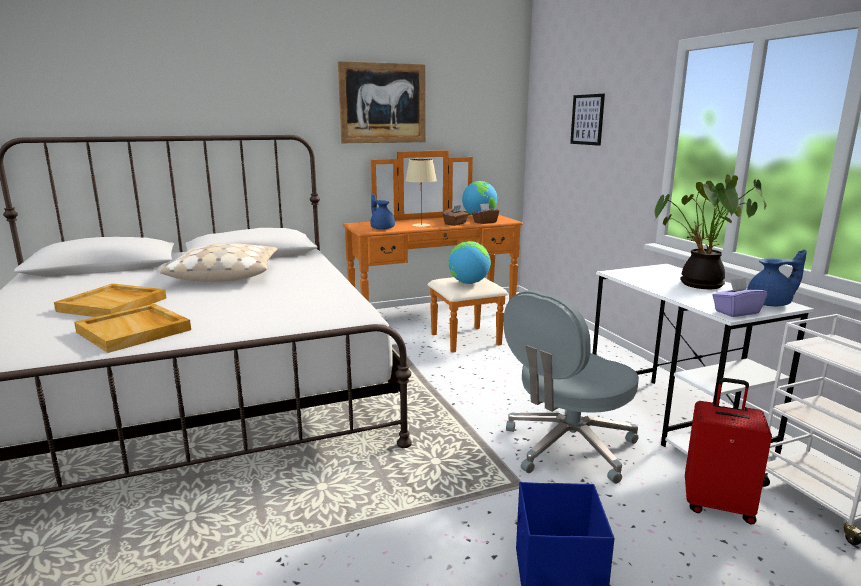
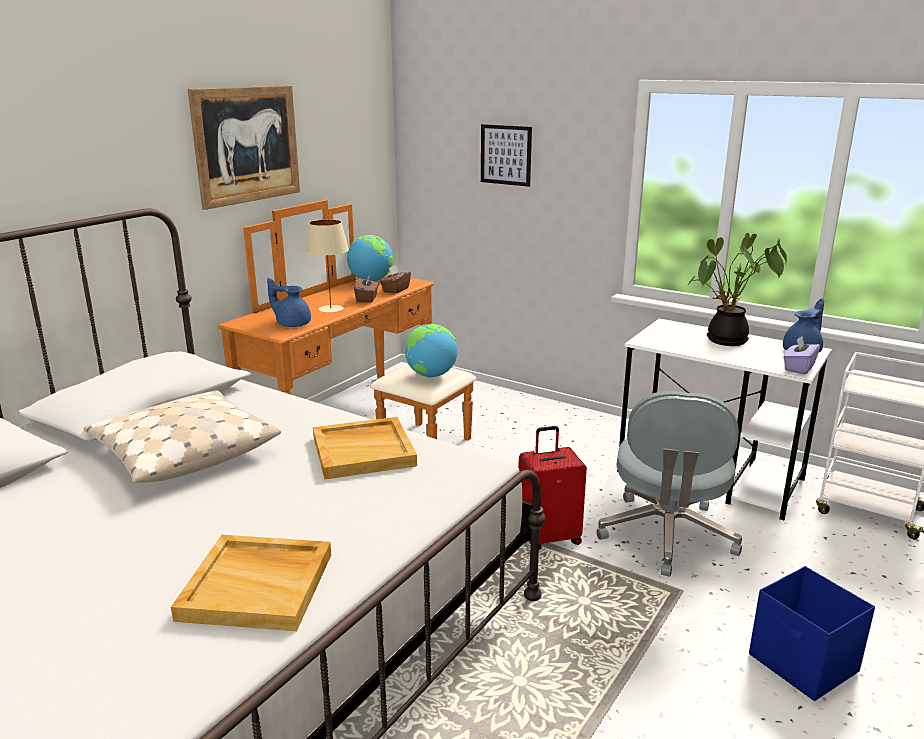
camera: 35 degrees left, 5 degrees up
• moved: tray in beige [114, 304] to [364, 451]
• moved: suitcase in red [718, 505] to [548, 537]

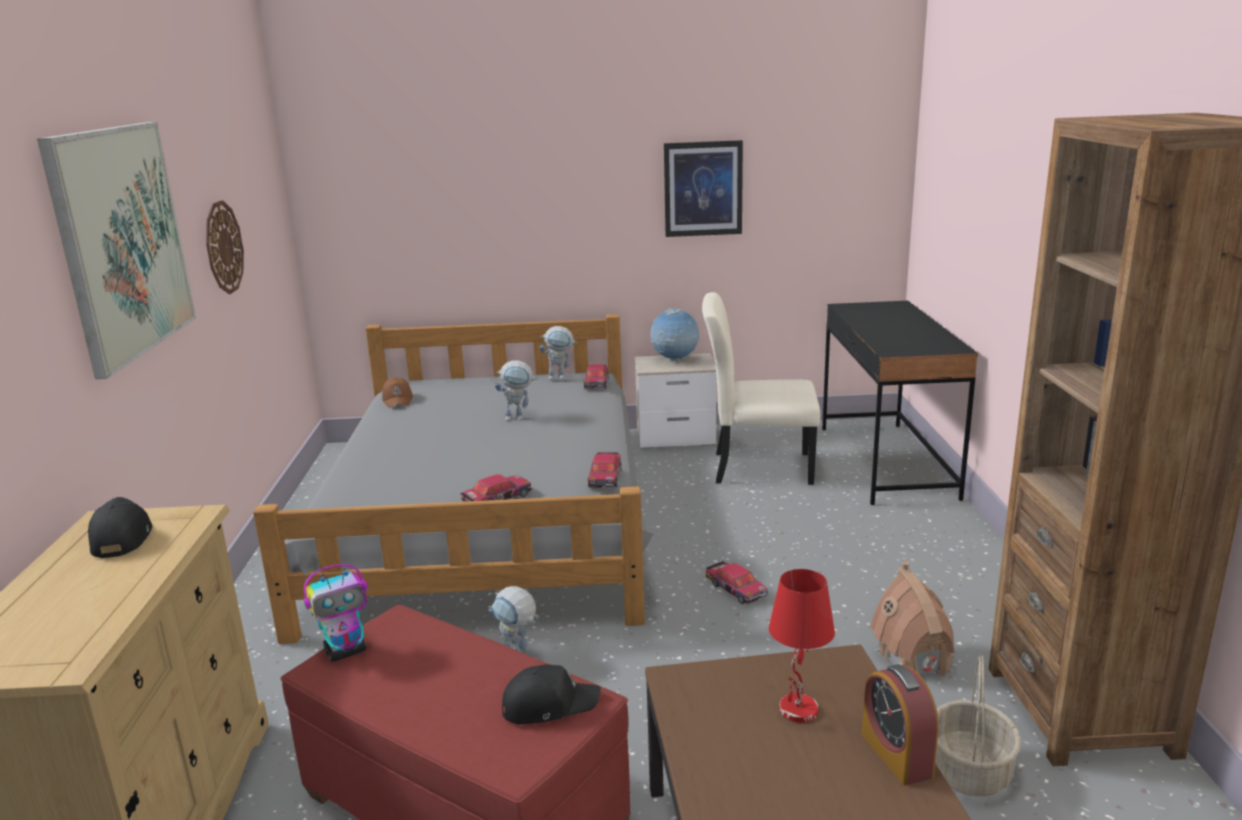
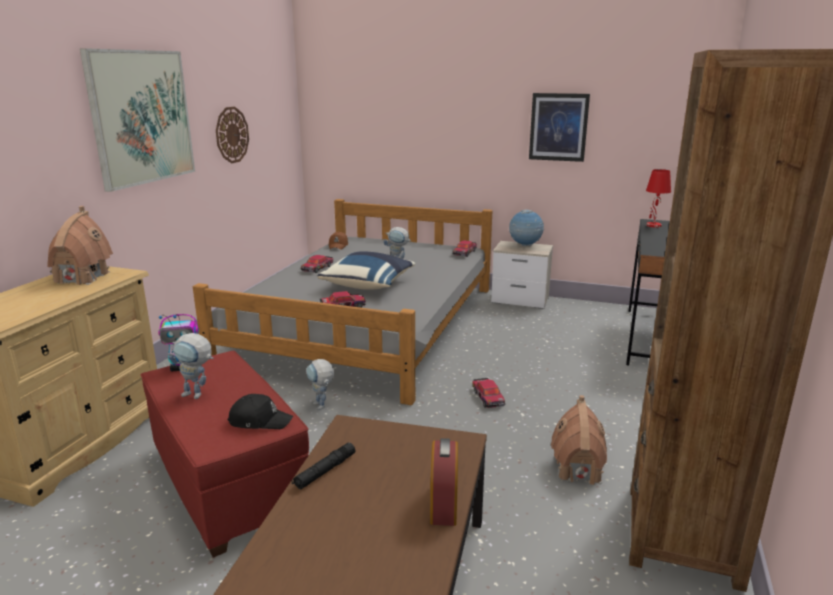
camera: 20 degrees right, 0 degrees up
• replaced: cap in black [121, 538] to toy house [81, 277]
• moved: toy robot [560, 377] to [198, 395]
• added: flashlight in black [325, 471]
• moved: toy car [605, 477] to [318, 268]
• added: pillow in blue [369, 285]
• moved: table lamp in red [798, 711] to [653, 225]
• removed: chair in beige [757, 468]
• removed: basket [970, 772]

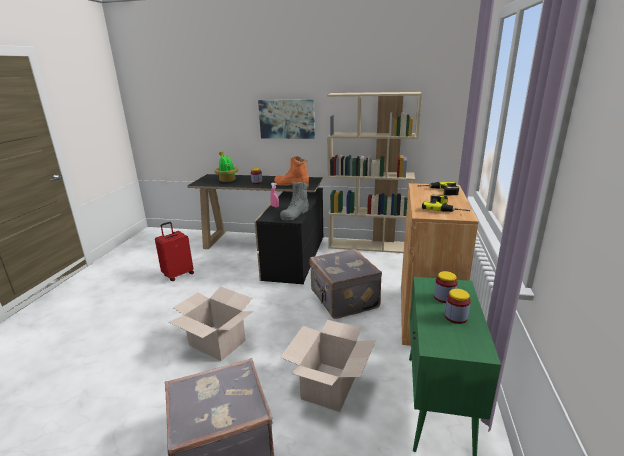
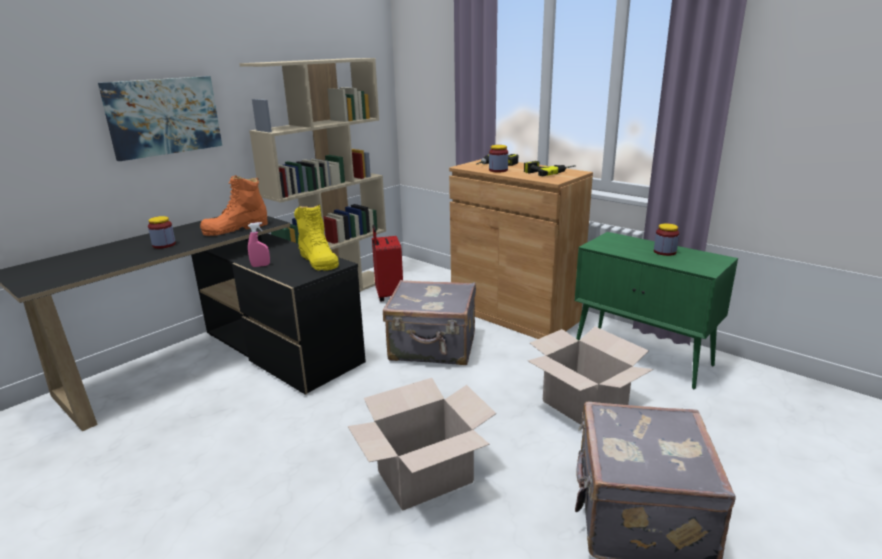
camera: 60 degrees left, 0 degrees up
• recoloured: boot in grey [295, 214] to boot in yellow [318, 260]
• moved: suitcase in red [178, 275] to [388, 295]
• moved: jar [444, 297] to [498, 170]
• removed: potted plant [227, 180]

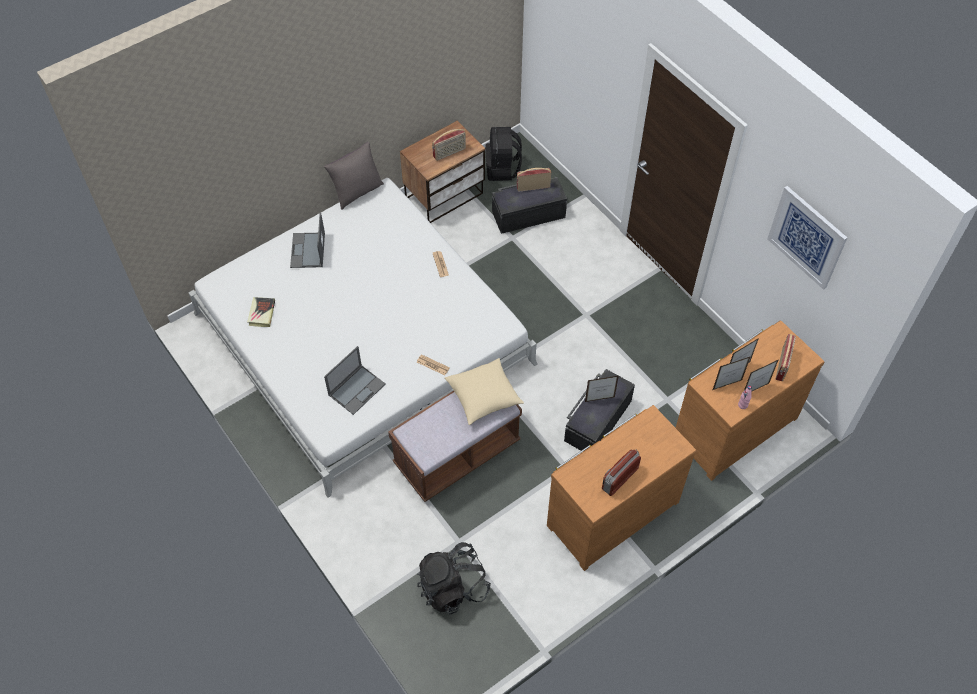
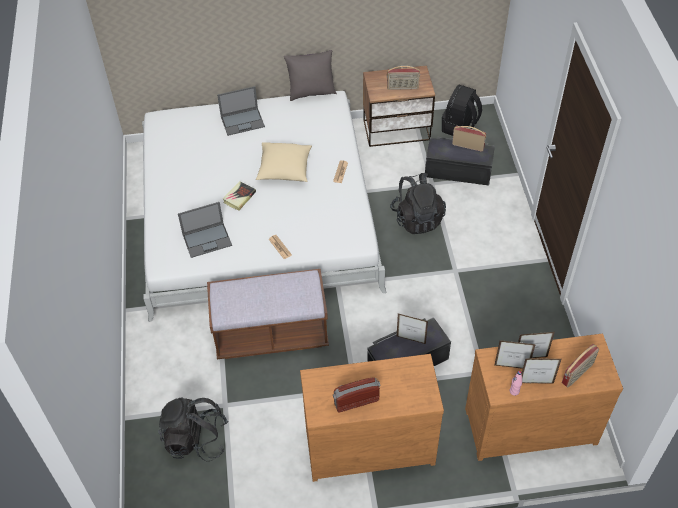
camera: 30 degrees right, 5 degrees down
• turned: laptop [308, 251] = [243, 121] 135 degrees counterclockwise
• moved: book [262, 313] to [239, 197]
• moved: pillow in beige [484, 397] to [284, 170]
• added: backpack in black [417, 218]
• removed: picture [807, 237]

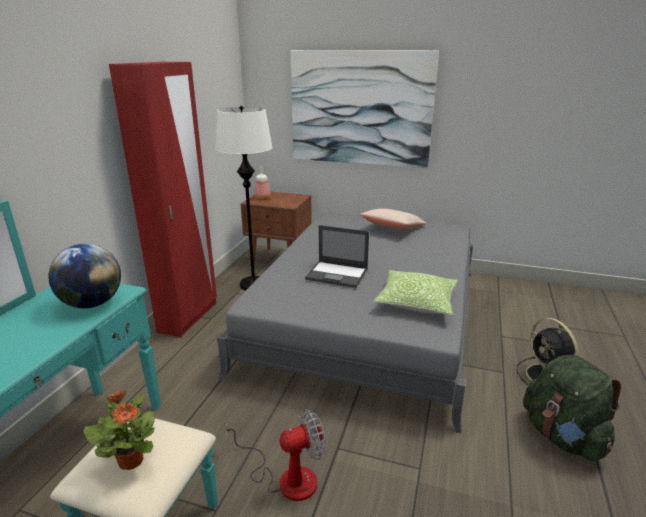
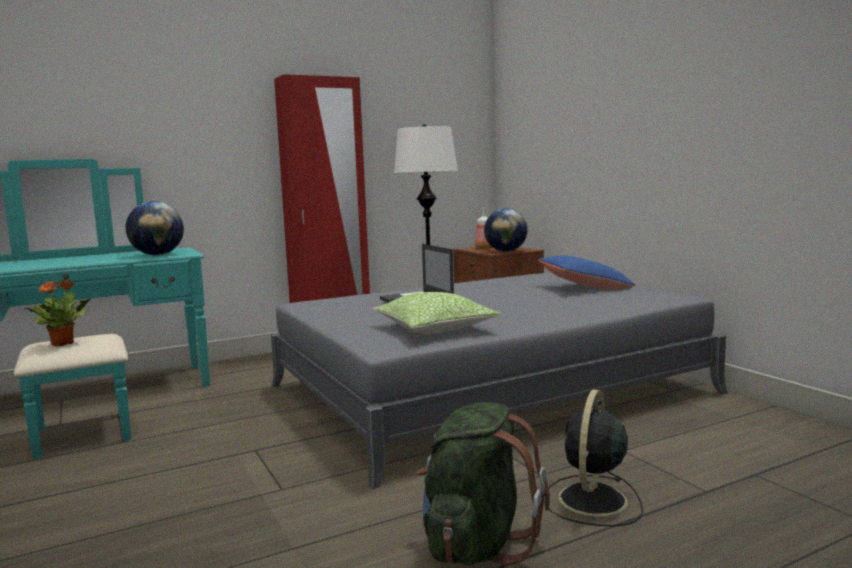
camera: 45 degrees right, 15 degrees down
• added: globe [506, 251]
• recoloured: pillow in beige [393, 228] to pillow in blue [584, 287]
• removed: fan [286, 477]
• removed: picture [360, 109]

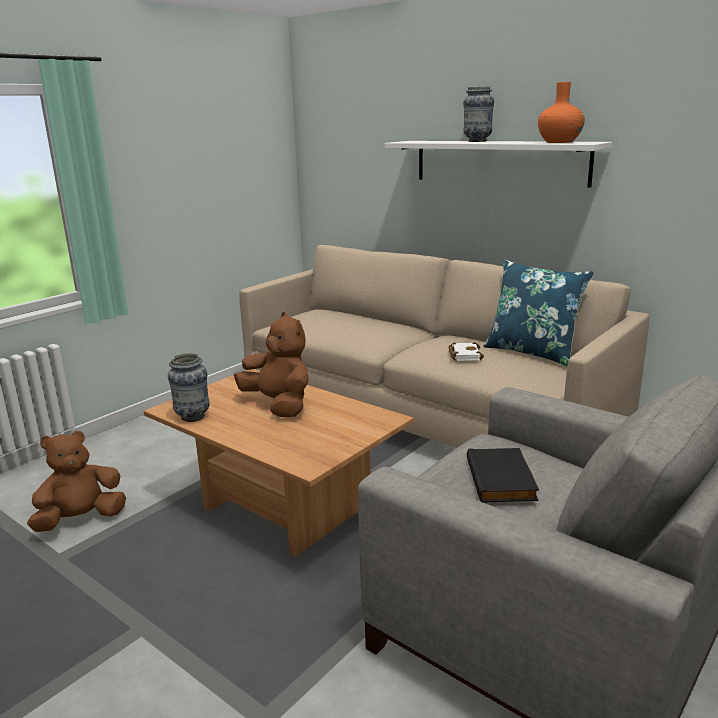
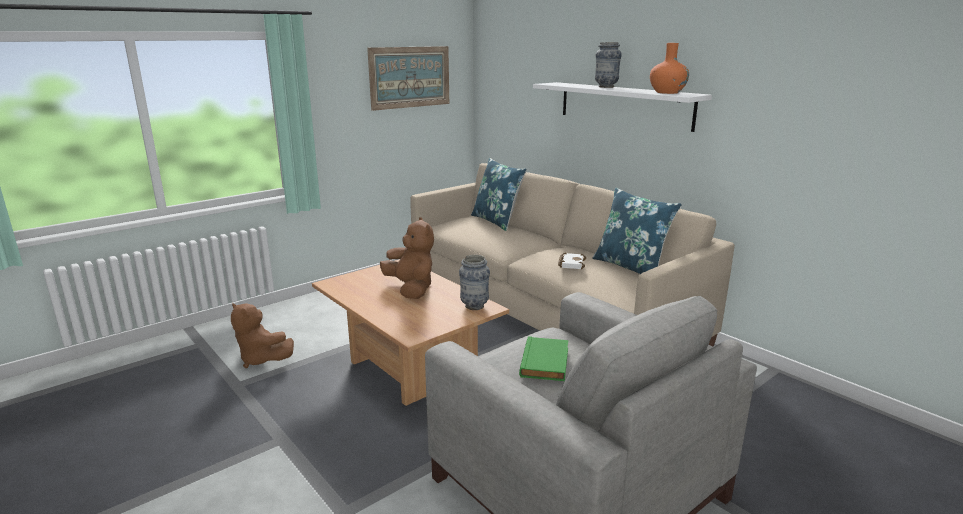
camera: 10 degrees right, 0 degrees up
• turned: plush toy in brown [81, 519] = [262, 359] 120 degrees counterclockwise
• added: picture [410, 77]
• moved: vase [192, 417] to [474, 306]
• added: pillow in blue [497, 221]
• recoloured: book in black [502, 479] to book in green [546, 362]

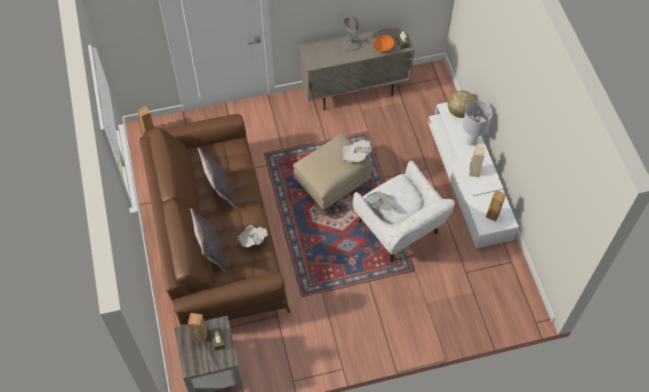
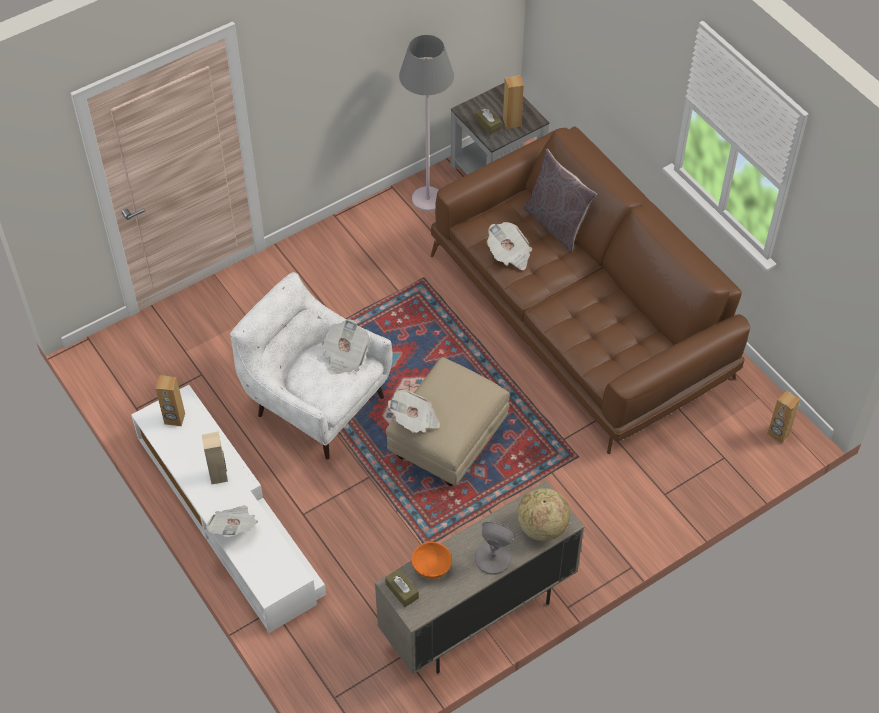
camera: 160 degrees right, 5 degrees down
• replaced: table lamp in grey [471, 141] to newspaper [234, 527]
• added: floor lamp in grey [427, 200]
• moved: globe [459, 112] to [541, 527]
• removed: pillow in grey [219, 190]

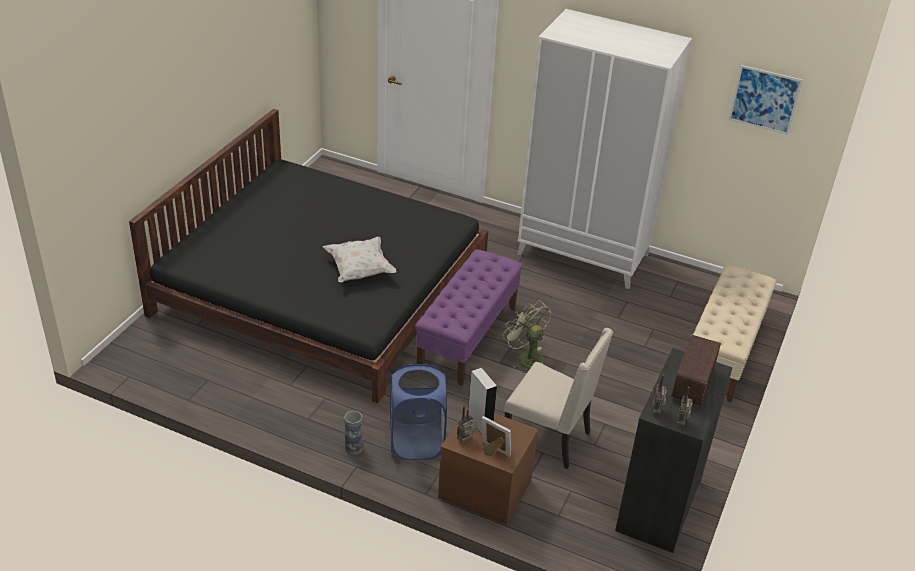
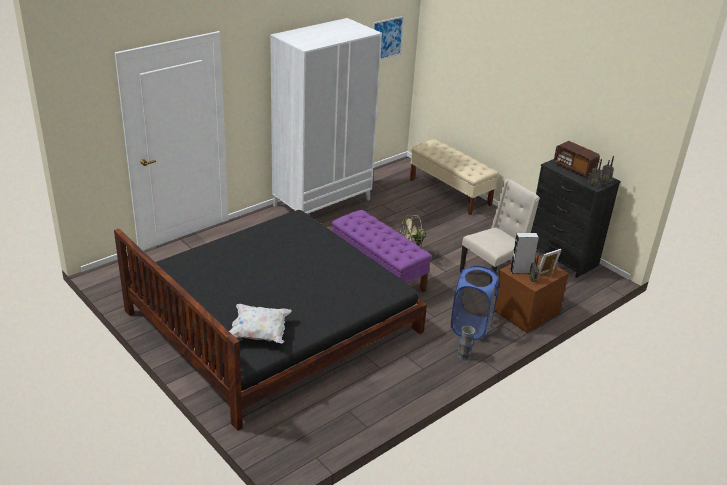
camera: 65 degrees left, 5 degrees down
• moved: pillow in white [360, 270] to [259, 333]

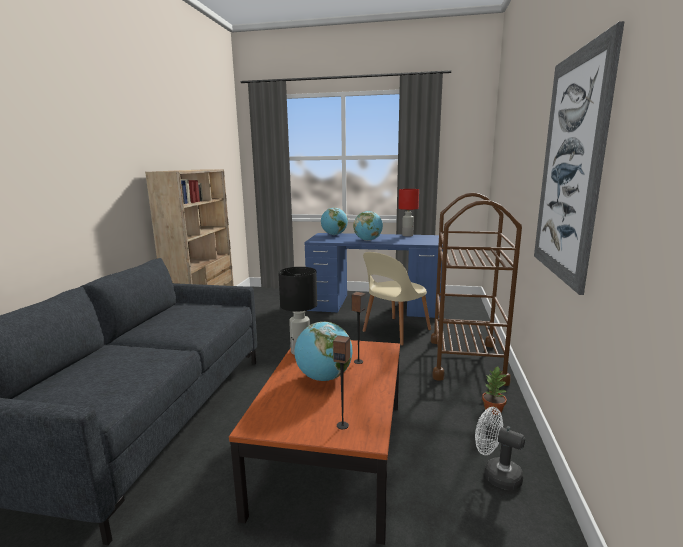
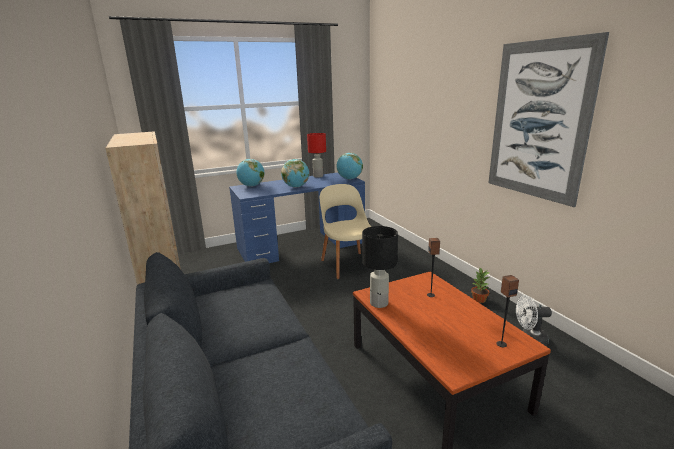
camera: 35 degrees left, 5 degrees up
• turned: chair in beige [394, 331] = [348, 264] 150 degrees clockwise
• moved: globe [324, 377] to [349, 179]
• removed: cart in brown [466, 360]

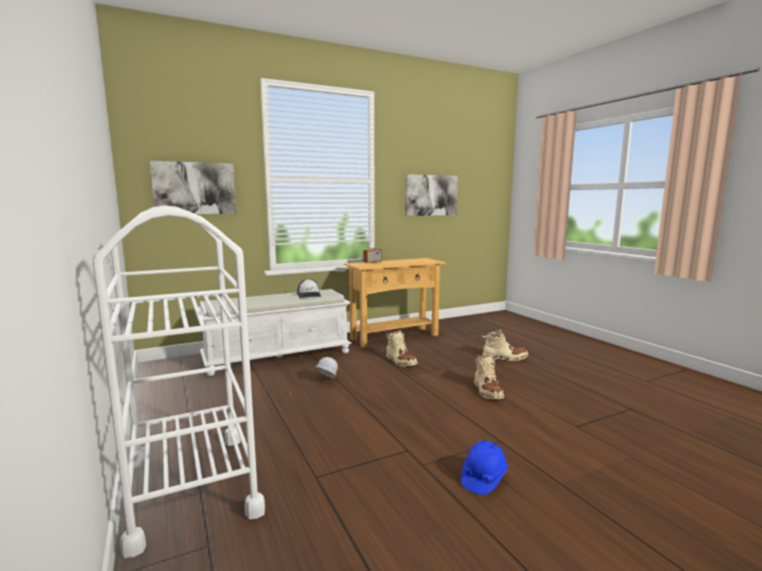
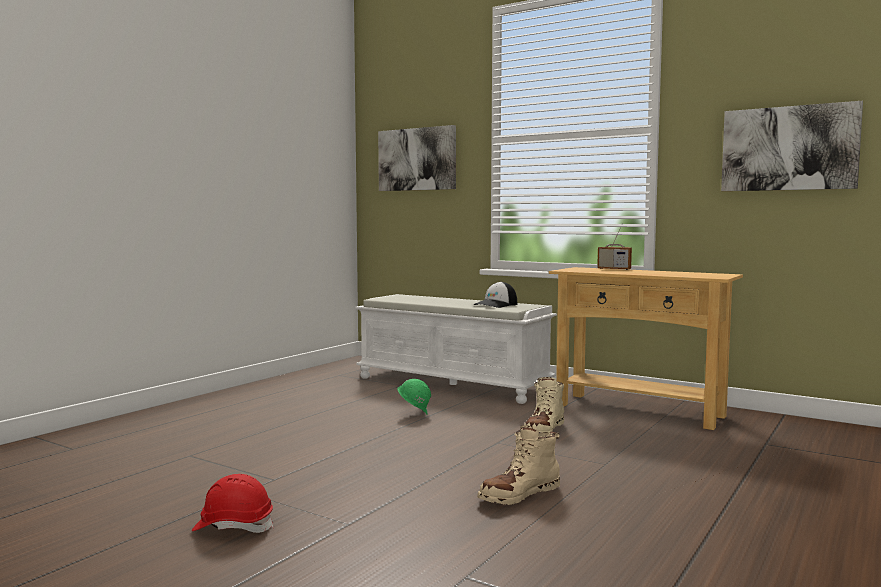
camera: 60 degrees right, 5 degrees down
• recoloured: hard hat in blue [483, 478] to hard hat in red [233, 527]
• recoloured: hard hat in white [326, 381] to hard hat in green [414, 414]
• removed: cart in white [192, 486]
• removed: boot in beige [504, 358]

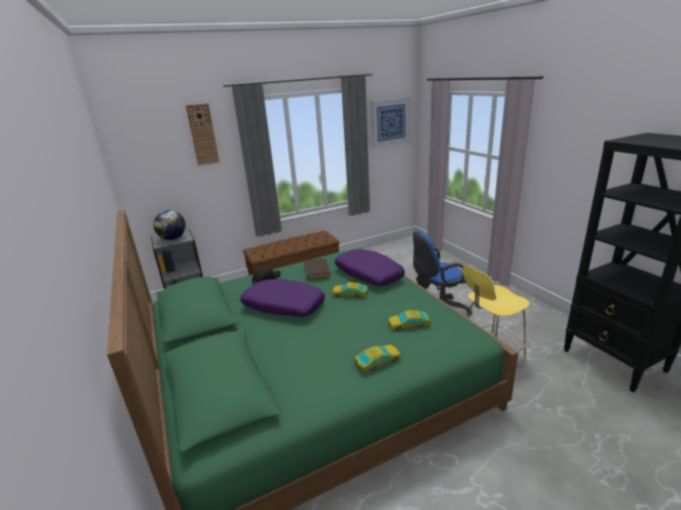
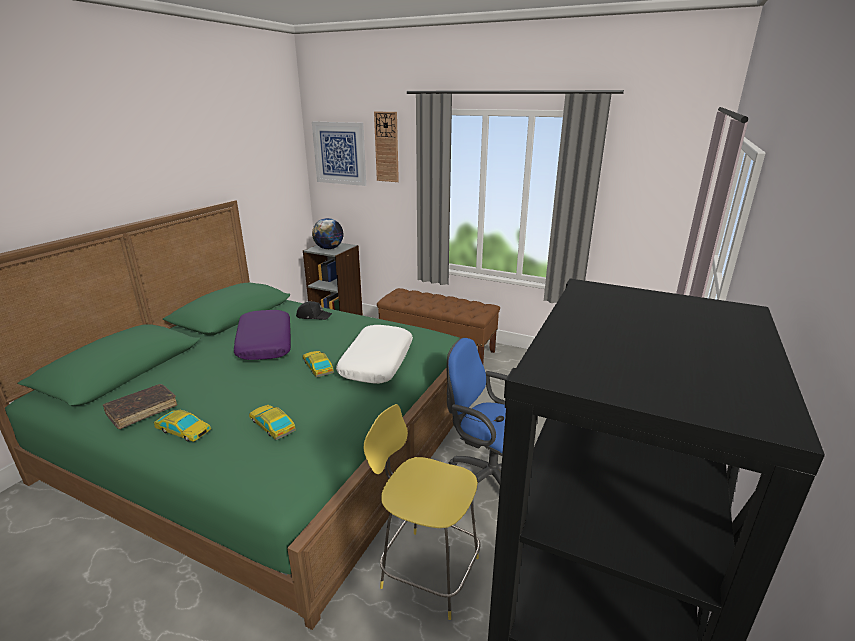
camera: 50 degrees right, 0 degrees up
• moved: book in brown [317, 272] to [142, 410]
• moved: picture [390, 122] to [340, 153]
• recoloured: pillow in purple [368, 274] to pillow in white [376, 362]

